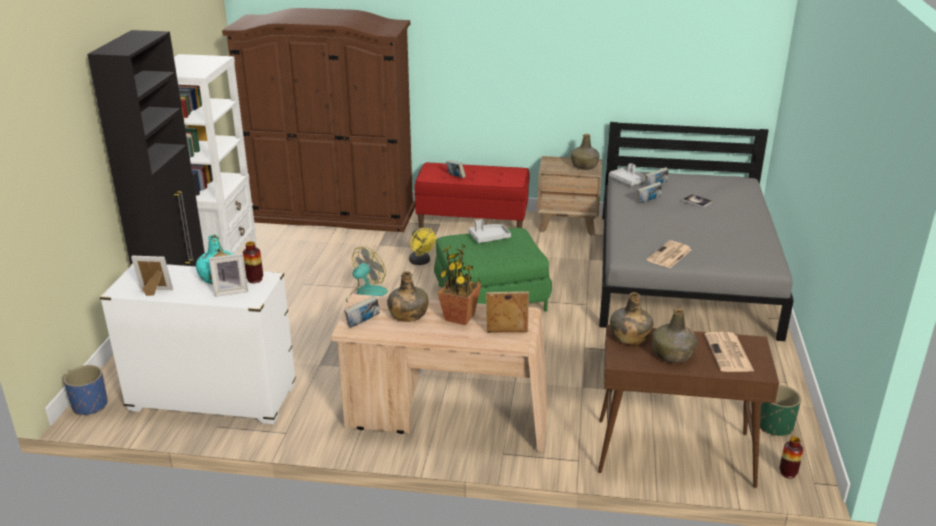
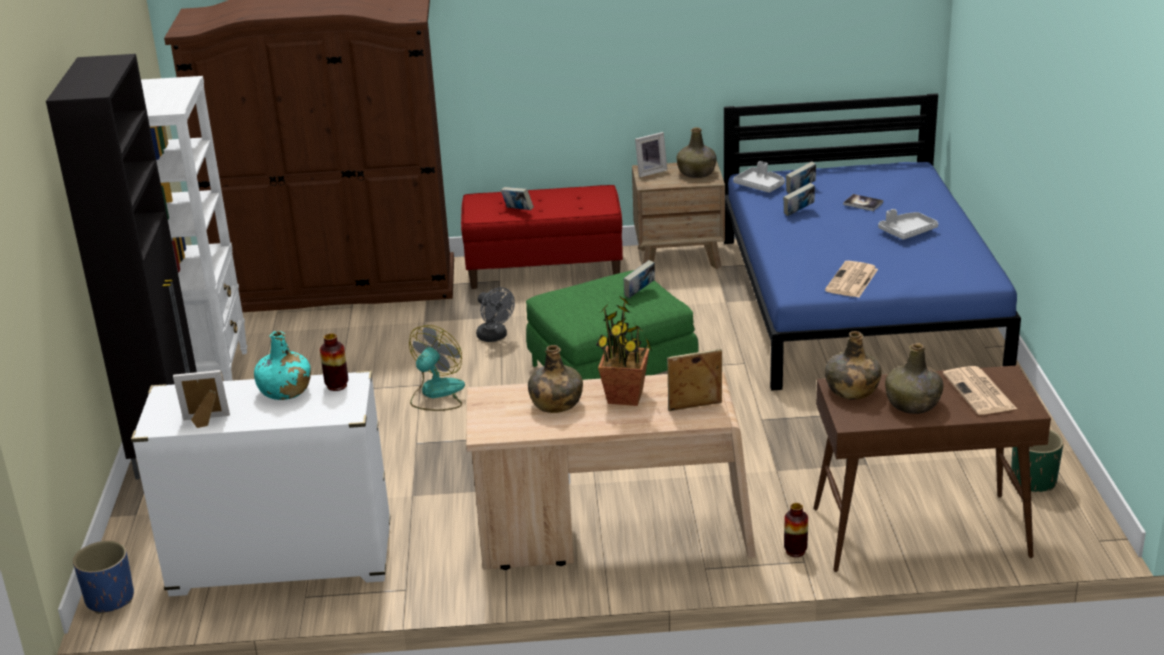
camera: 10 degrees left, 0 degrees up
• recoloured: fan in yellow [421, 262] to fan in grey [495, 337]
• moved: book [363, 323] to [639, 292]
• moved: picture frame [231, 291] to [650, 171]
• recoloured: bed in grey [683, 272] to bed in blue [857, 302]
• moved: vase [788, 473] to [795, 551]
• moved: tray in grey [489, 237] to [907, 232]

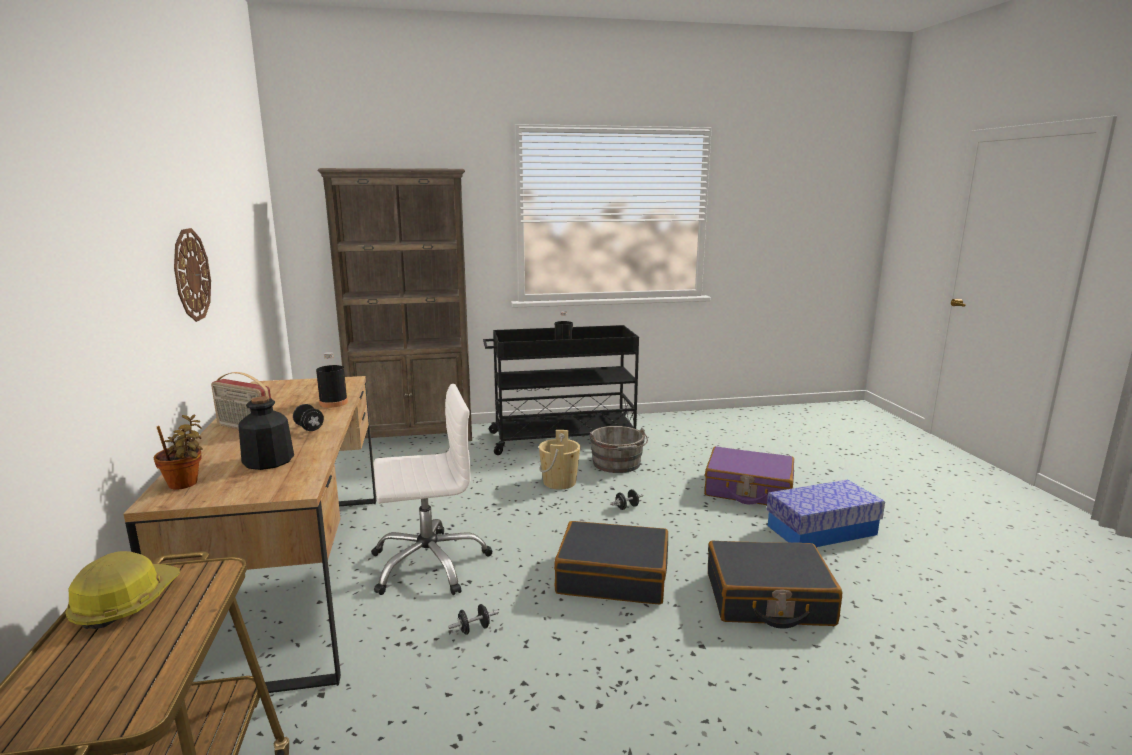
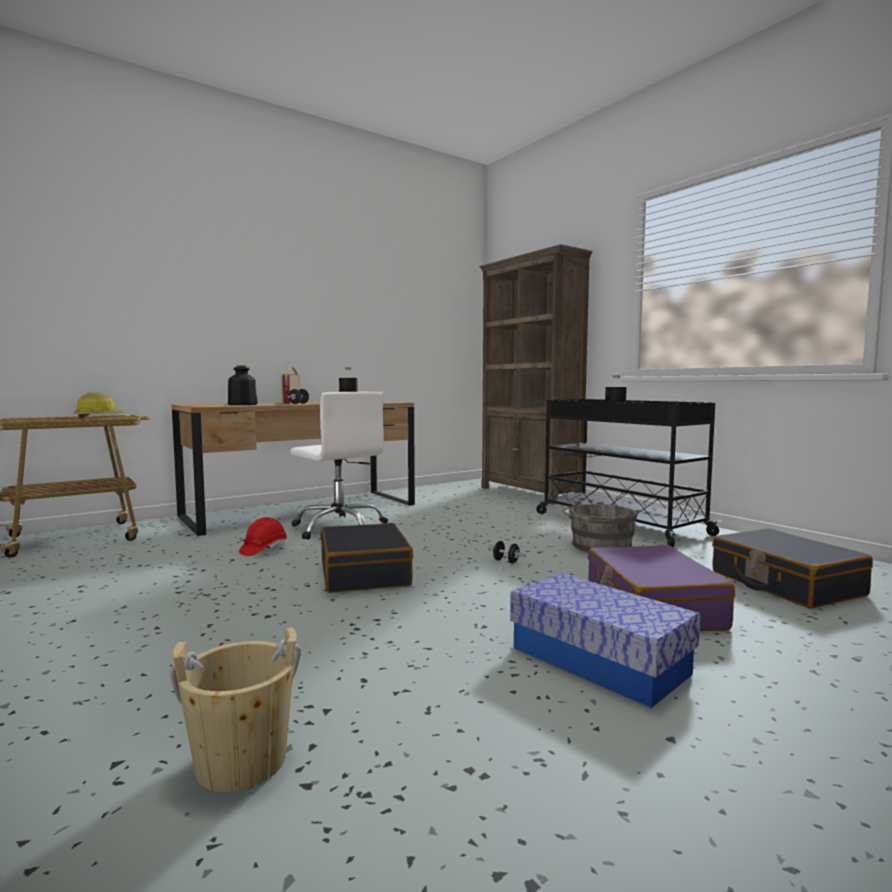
camera: 65 degrees right, 10 degrees down
• moved: bucket in beige [559, 482] to [241, 762]
• replaced: dumbbell in black [474, 629] to hard hat in red [263, 549]
• moved: suitcase in black [768, 599] to [785, 584]
• removed: potted plant [185, 484]
• removed: wall clock [191, 275]

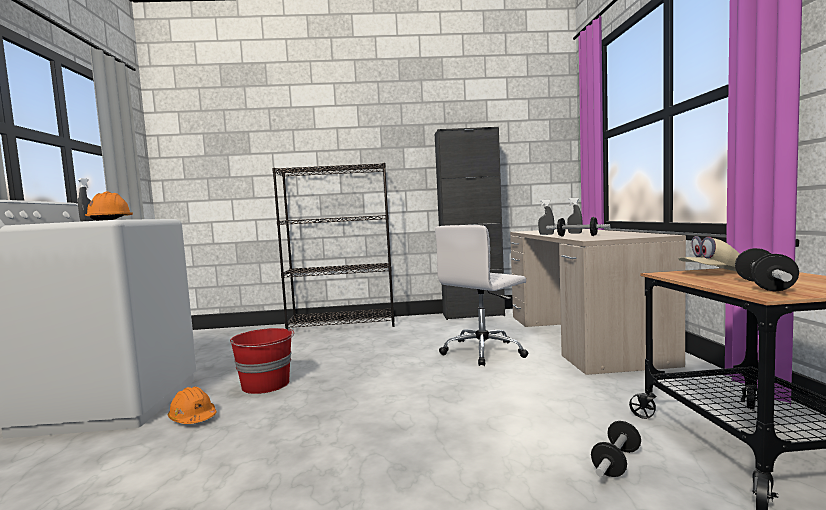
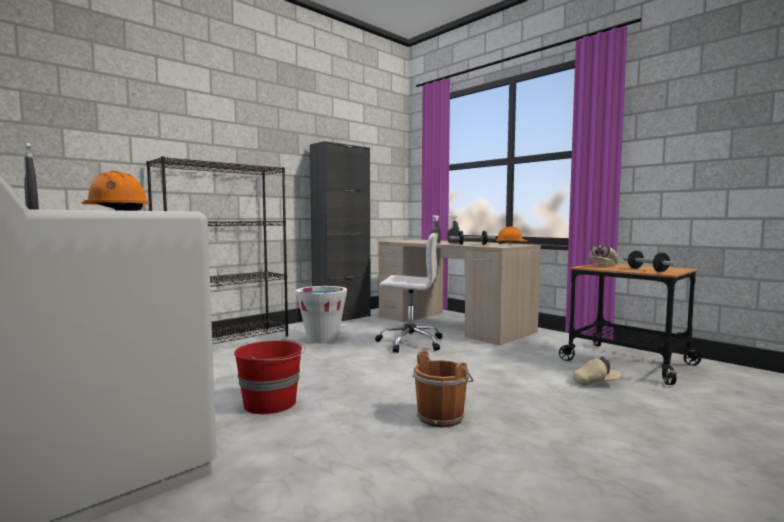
camera: 40 degrees left, 0 degrees up
• added: bucket in white [322, 339]
• turned: office chair in white [484, 351] = [409, 342] 90 degrees counterclockwise
• added: bucket in brown [441, 416]
• moved: hard hat in orange [193, 418] to [510, 244]
• replaced: dumbbell [616, 462] to cap in beige [595, 383]

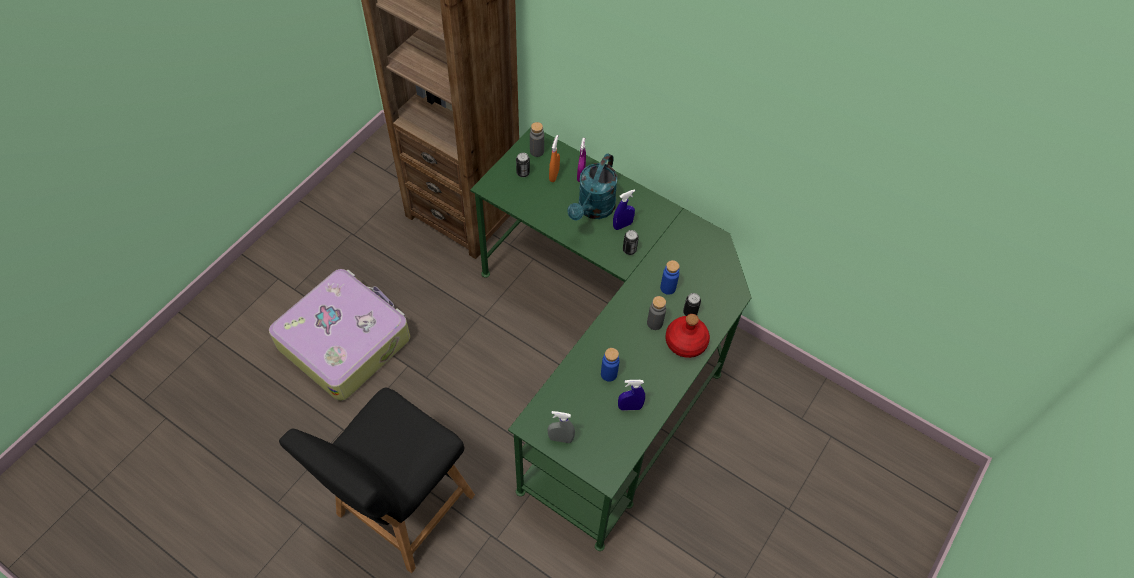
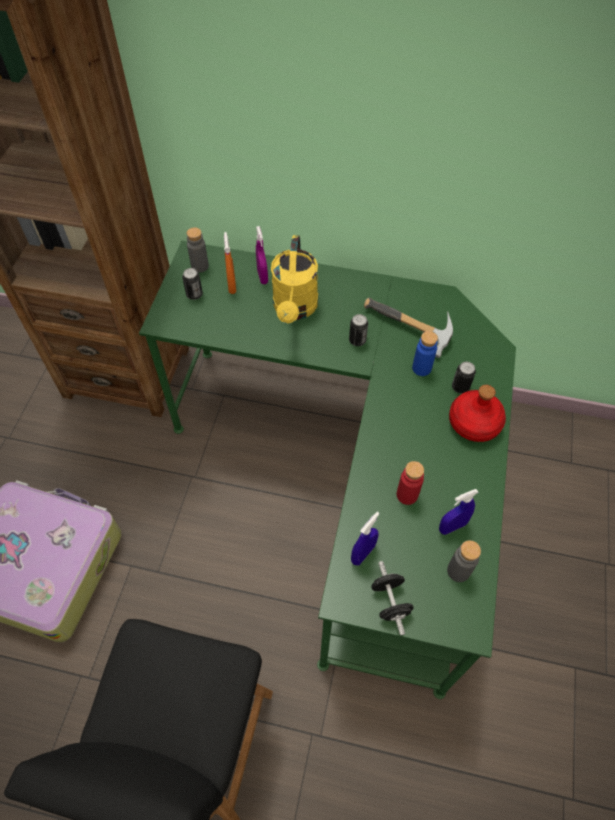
camera: 20 degrees left, 0 degrees up
• recoloured: watering can in turquoise [593, 209] to watering can in yellow [295, 309]
• moved: spray bottle in blue [622, 225] to [363, 553]
• added: hammer [408, 331]
• replaced: spray bottle in grey [560, 438] to dumbbell in black [390, 602]
• recoloured: bottle in blue [609, 374] to bottle in red [407, 495]
• moved: bottle in grey [654, 323] to [458, 571]

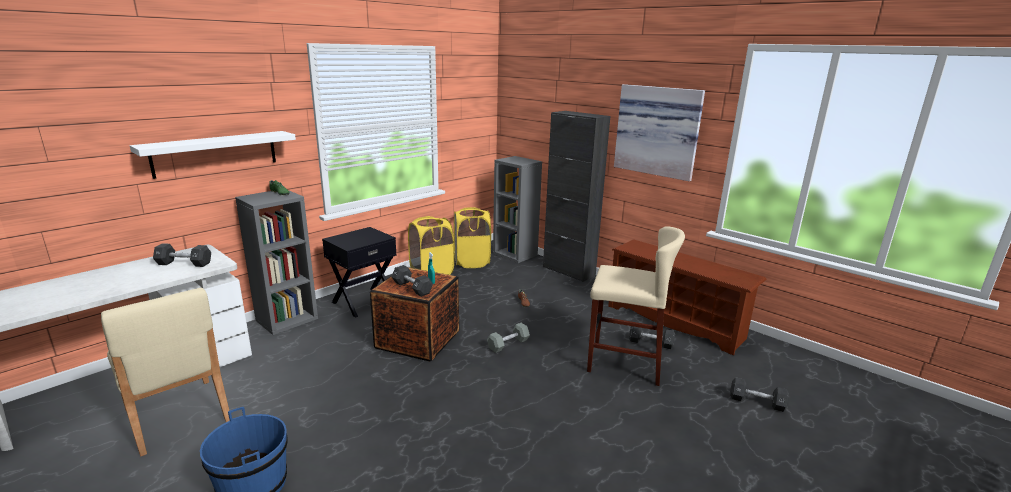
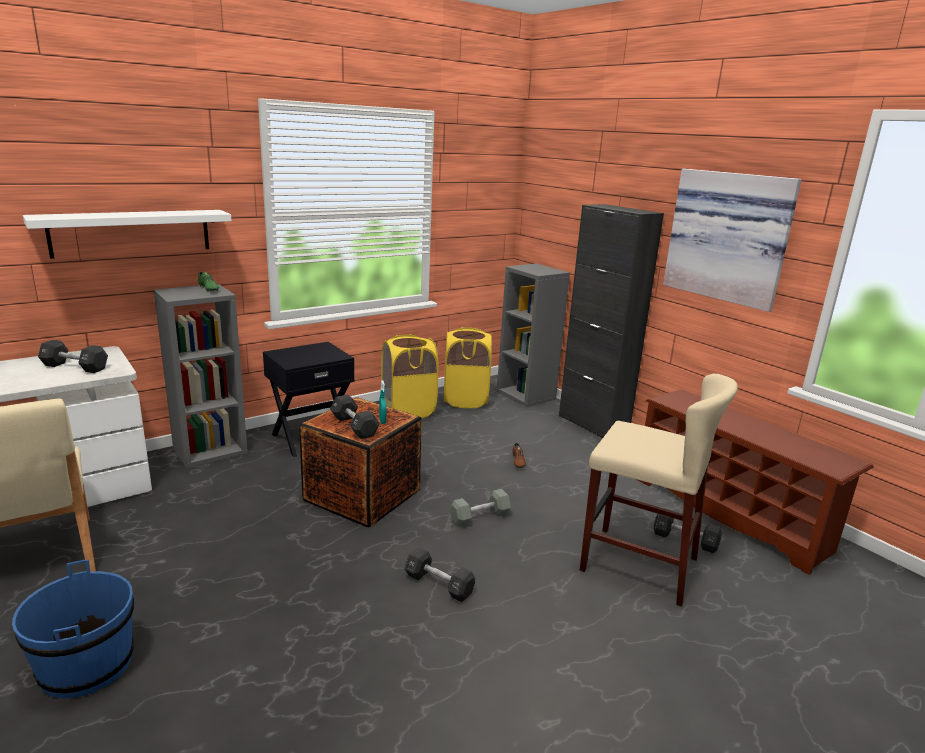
camera: 10 degrees right, 0 degrees up
• moved: dumbbell in black [757, 402] to [439, 584]

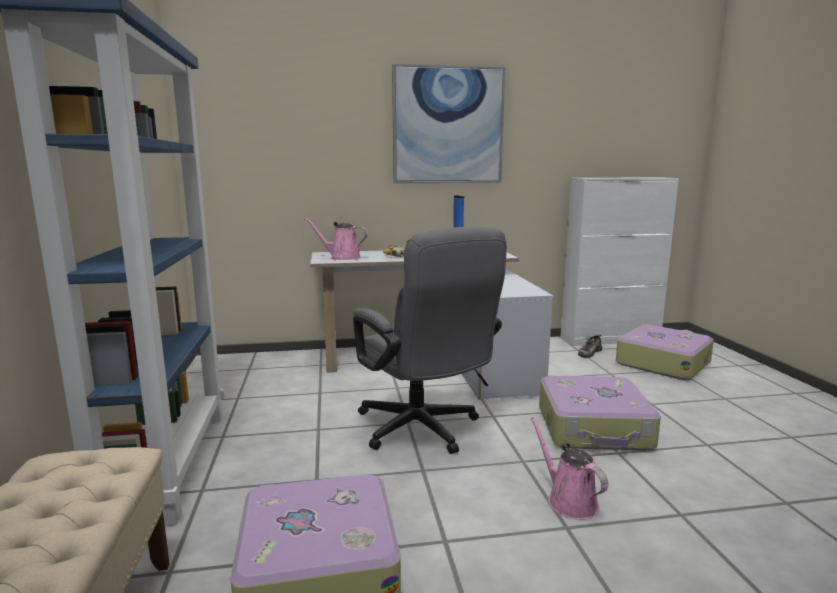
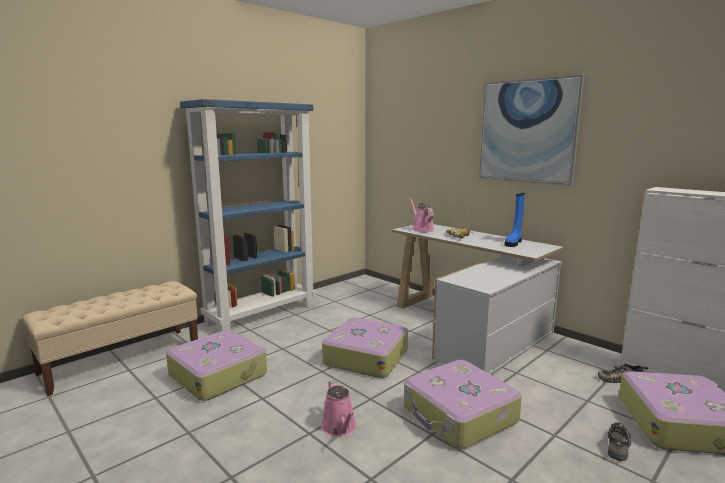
camera: 55 degrees right, 0 degrees up
• turned: watering can in pink [569, 501] = [339, 427] 135 degrees clockwise
• replaced: office chair in grey [423, 431] to suitcase [366, 357]
• added: shoe [619, 445]

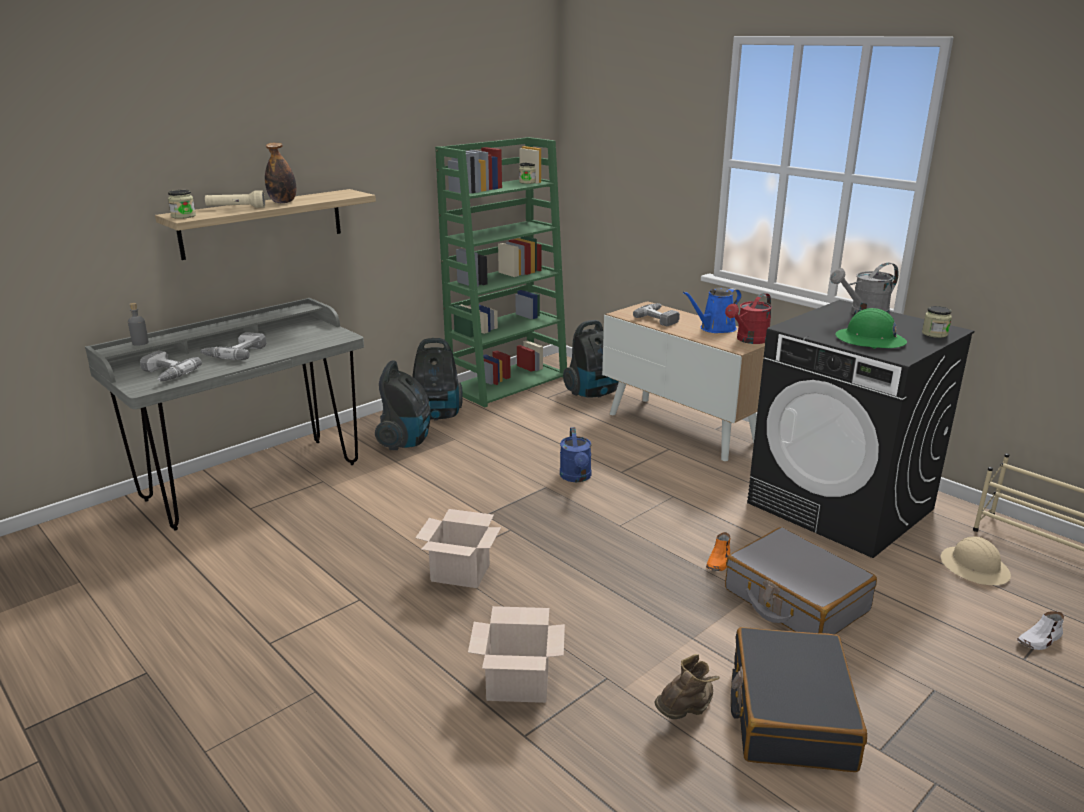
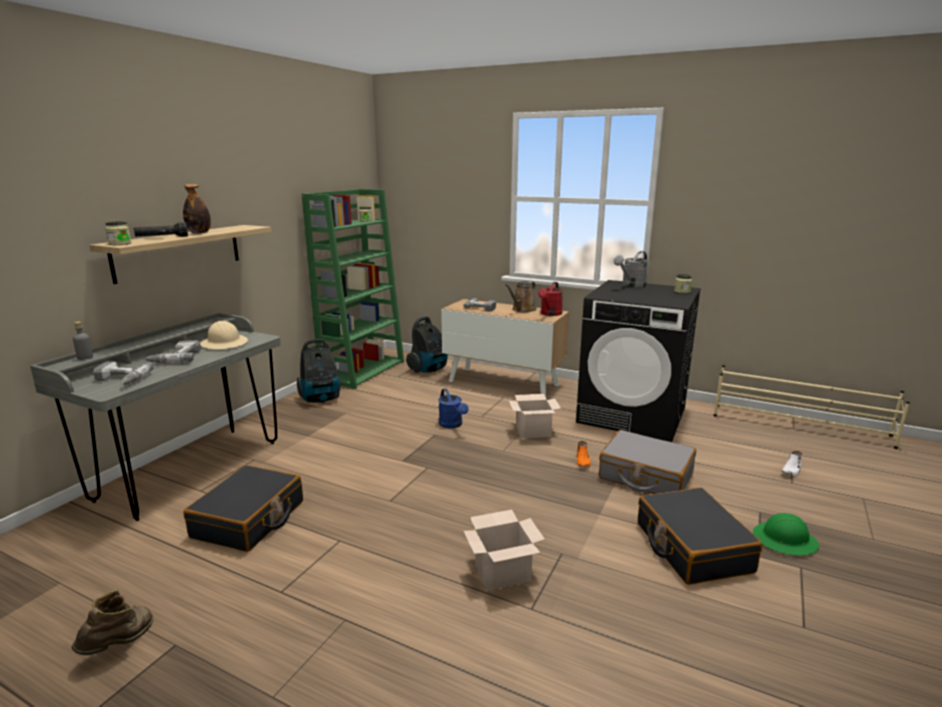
camera: 20 degrees left, 5 degrees down
• moved: boot in brown [686, 713] to [120, 645]
• recoloured: flashlight in beige [236, 208] to flashlight in black [162, 237]
• added: suitcase in black [249, 520]
• moved: hard hat in beige [974, 567] to [224, 343]
• recoloured: watering can in blue [715, 329] to watering can in brown [522, 310]
• moved: cardboard box [462, 572] to [534, 431]
• moved: hard hat in green [870, 340] to [785, 540]
• removed: vacuum cleaner [406, 441]

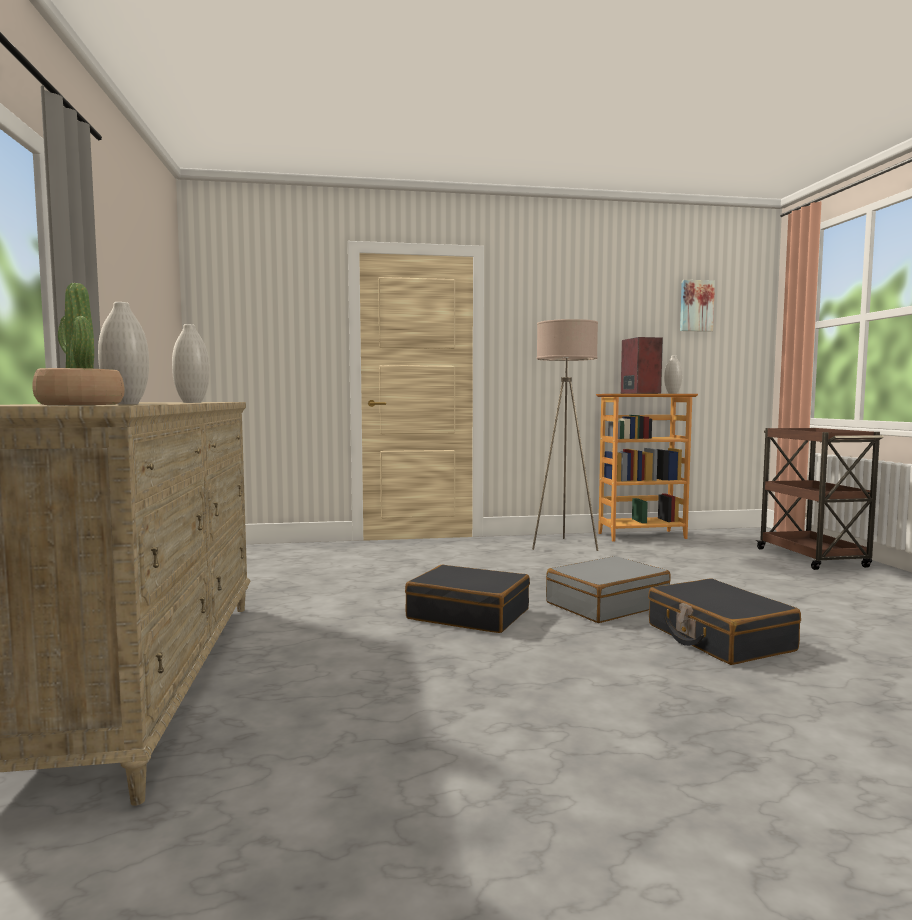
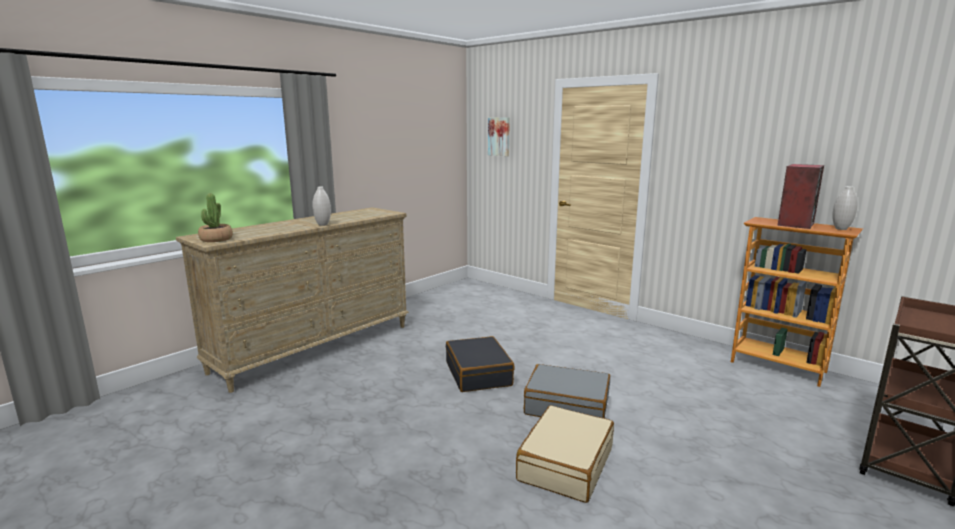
camera: 50 degrees right, 10 degrees up
• moved: picture [696, 306] to [499, 136]
• recoloured: suitcase in black [718, 638] to suitcase in beige [565, 464]
• removed: vase in white [126, 404]
• removed: floor lamp in beige [564, 546]

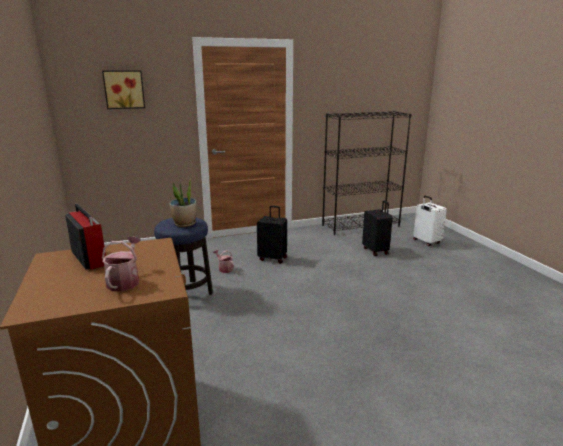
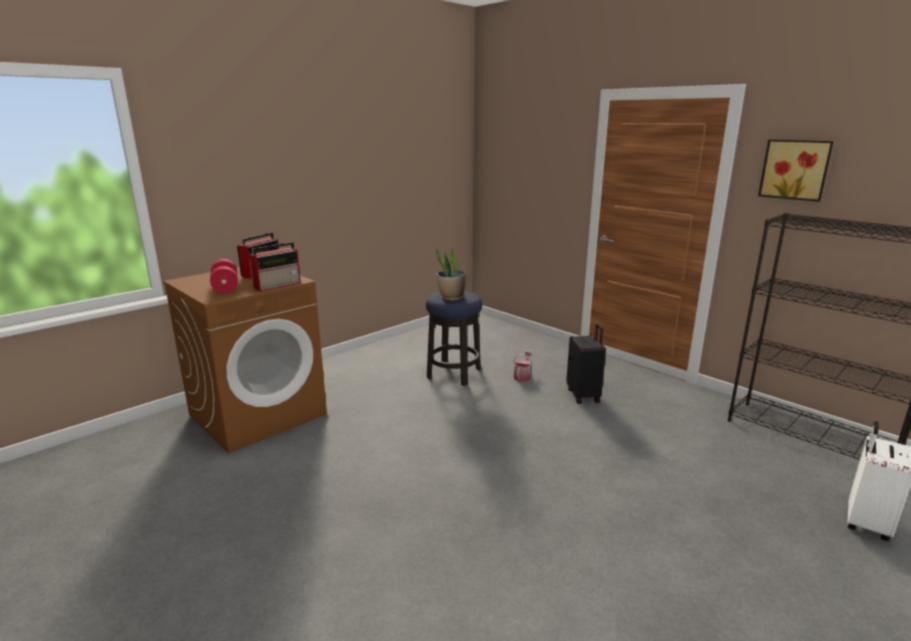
camera: 65 degrees right, 0 degrees up
• replaced: watering can [125, 281] to dumbbell in red [225, 287]
• added: radio [278, 284]
• moved: picture [124, 89] to [795, 169]
• removed: suitcase in black [376, 251]

